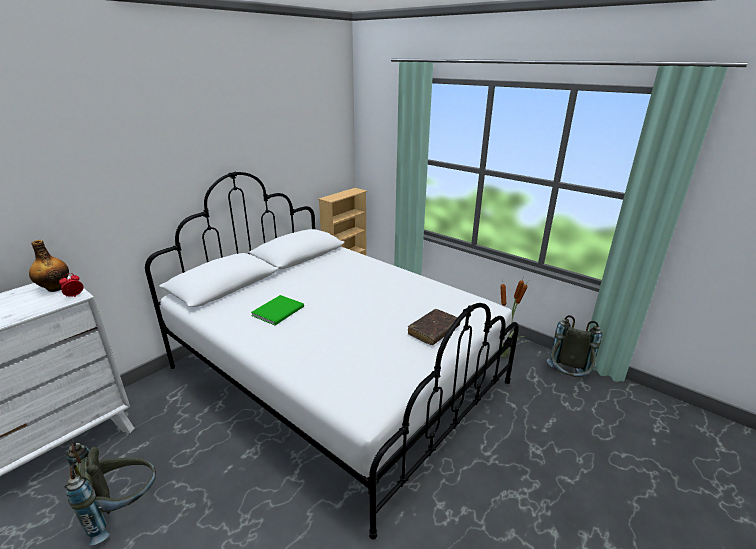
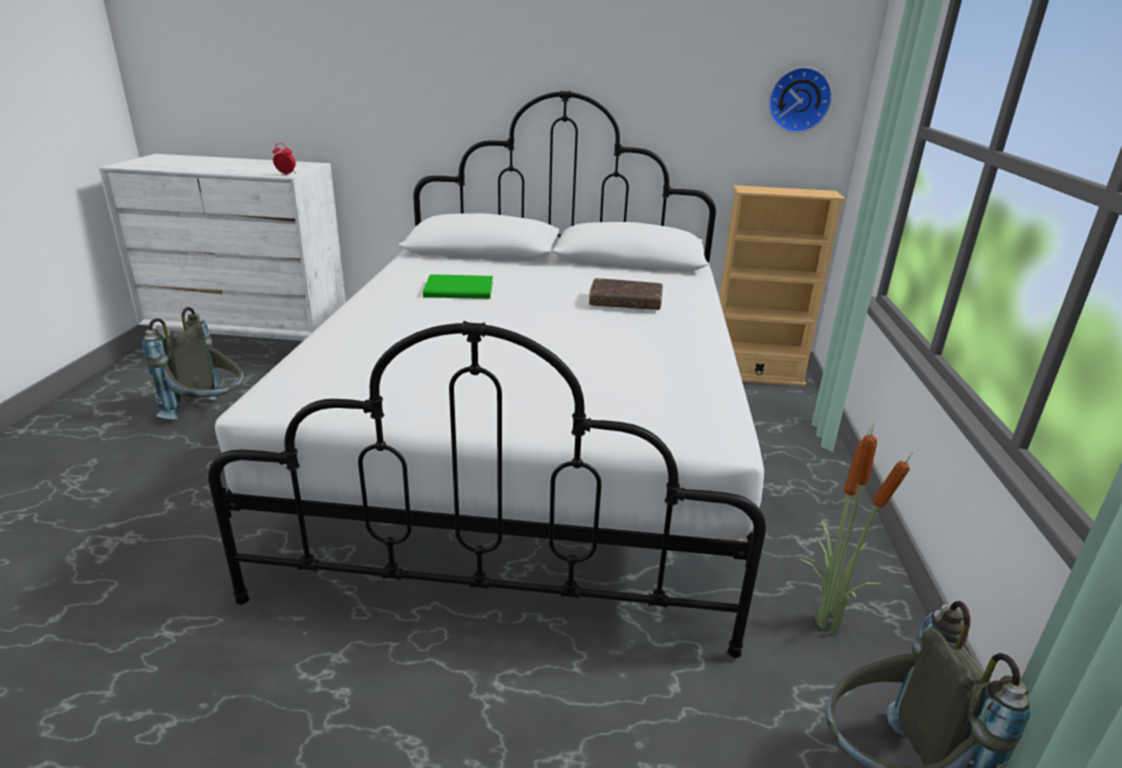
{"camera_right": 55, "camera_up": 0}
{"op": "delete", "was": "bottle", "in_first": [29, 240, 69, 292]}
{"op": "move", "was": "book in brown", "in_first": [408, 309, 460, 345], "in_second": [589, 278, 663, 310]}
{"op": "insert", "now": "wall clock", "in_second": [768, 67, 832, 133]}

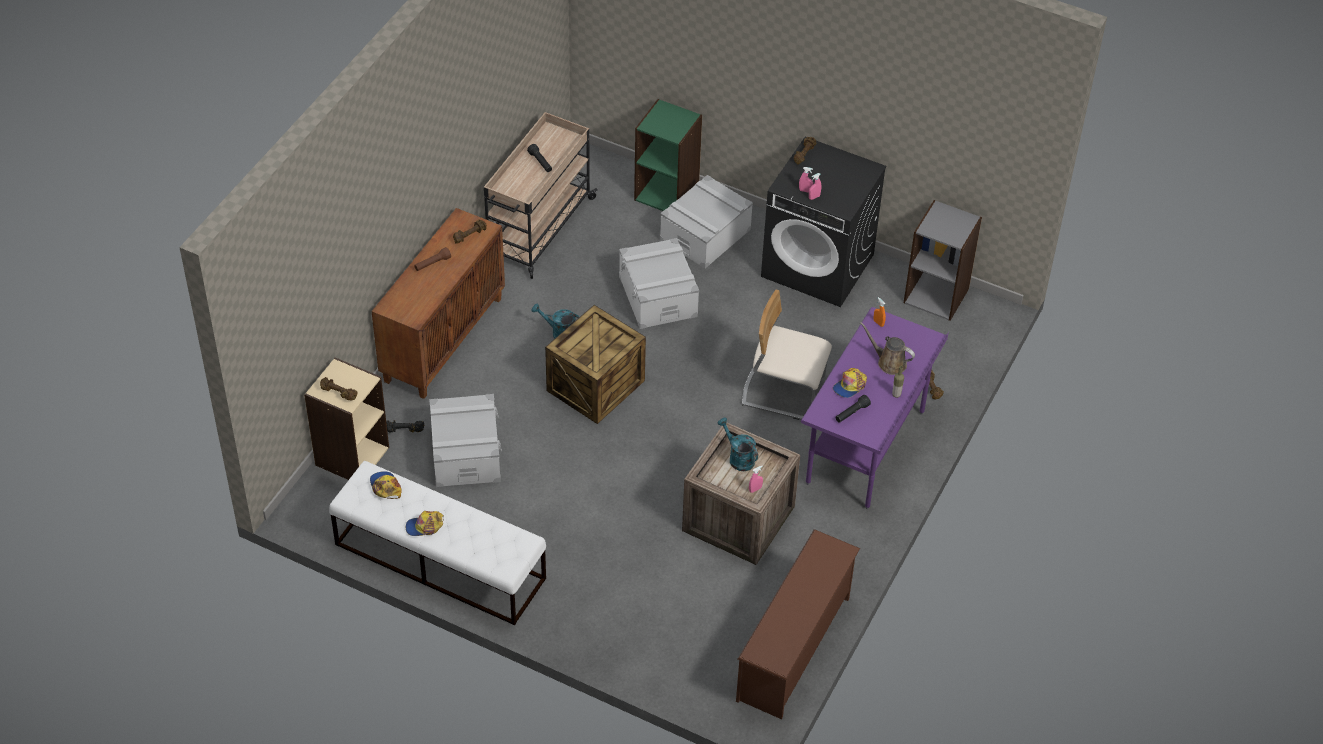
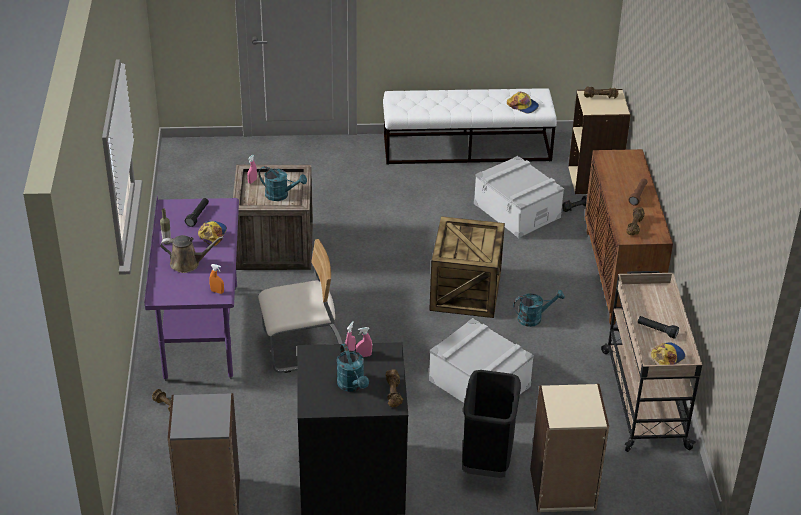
{"camera_right": 150, "camera_up": -10}
{"op": "recolor", "was": "bookcase in green", "now": "bookcase in beige", "in_first": [634, 99, 702, 211], "in_second": [530, 384, 609, 512]}
{"op": "replace", "was": "storage box in grey", "now": "trash can in black", "in_first": [660, 175, 753, 269], "in_second": [462, 370, 521, 478]}
{"op": "move", "was": "cap", "in_first": [406, 511, 444, 536], "in_second": [651, 342, 685, 365]}
{"op": "delete", "was": "shoe rack in brown", "in_first": [736, 529, 860, 719]}
{"op": "insert", "now": "watering can in turquoise", "in_second": [337, 343, 369, 392]}

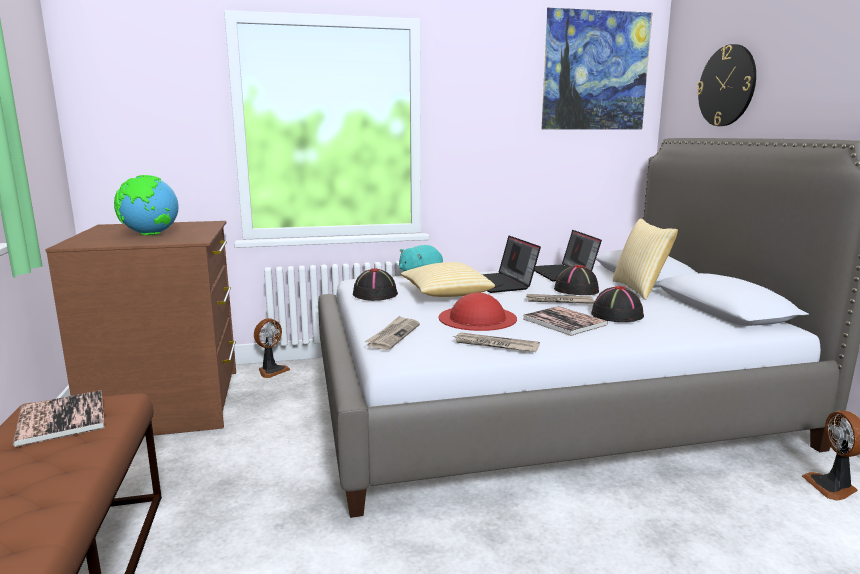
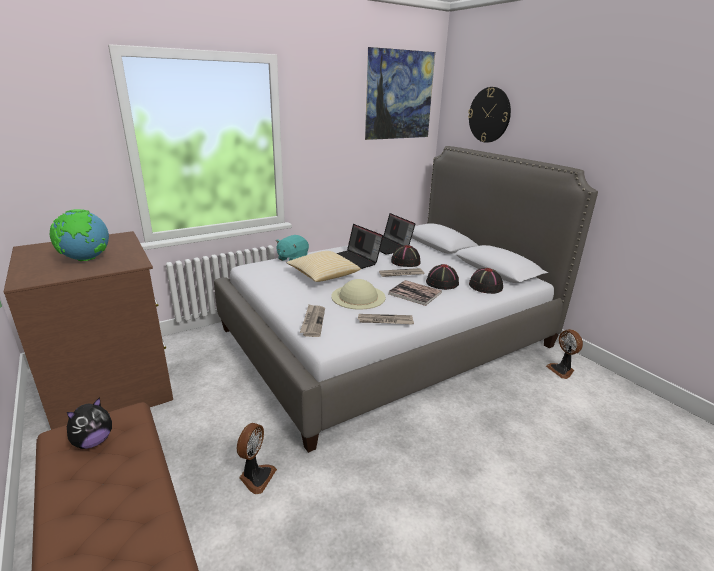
{"camera_right": -20, "camera_up": 10}
{"op": "delete", "was": "pillow", "in_first": [613, 218, 678, 300]}
{"op": "move", "was": "hat in black", "in_first": [353, 268, 398, 301], "in_second": [469, 268, 503, 294]}
{"op": "recolor", "was": "hat in red", "now": "hat in beige", "in_first": [439, 292, 517, 331], "in_second": [331, 279, 386, 310]}
{"op": "move", "was": "fan", "in_first": [254, 318, 290, 378], "in_second": [237, 423, 277, 494]}
{"op": "replace", "was": "book", "now": "plush toy", "in_first": [13, 390, 105, 447], "in_second": [67, 397, 112, 449]}

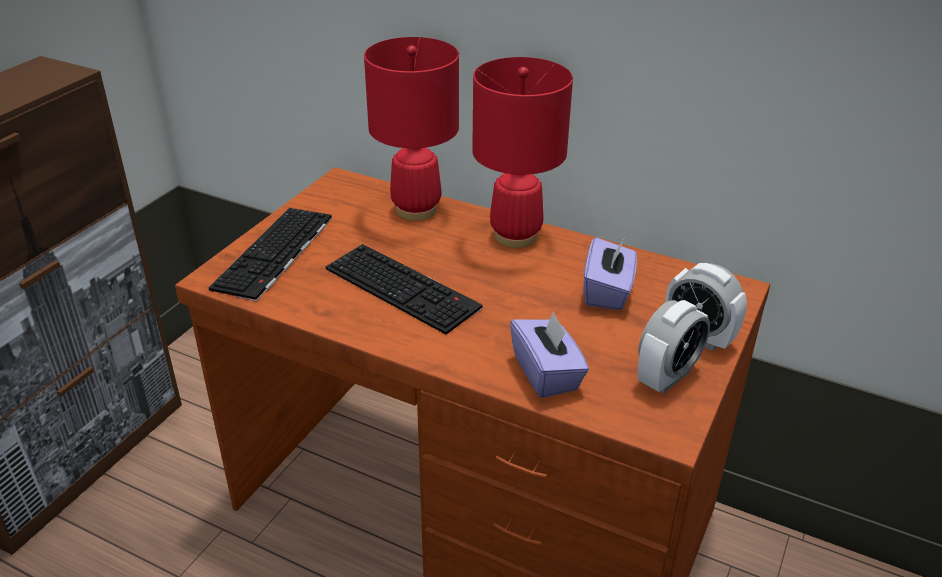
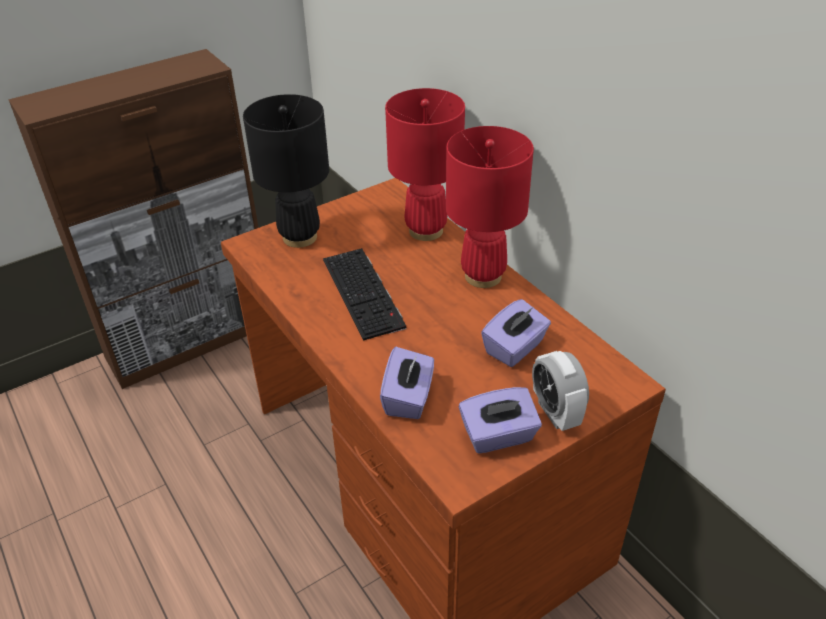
{"camera_right": 30, "camera_up": 5}
{"op": "replace", "was": "keyboard", "now": "table lamp in black", "in_first": [209, 208, 332, 301], "in_second": [243, 94, 329, 248]}
{"op": "replace", "was": "alarm clock", "now": "tissue box in purple", "in_first": [638, 300, 710, 394], "in_second": [459, 387, 542, 454]}

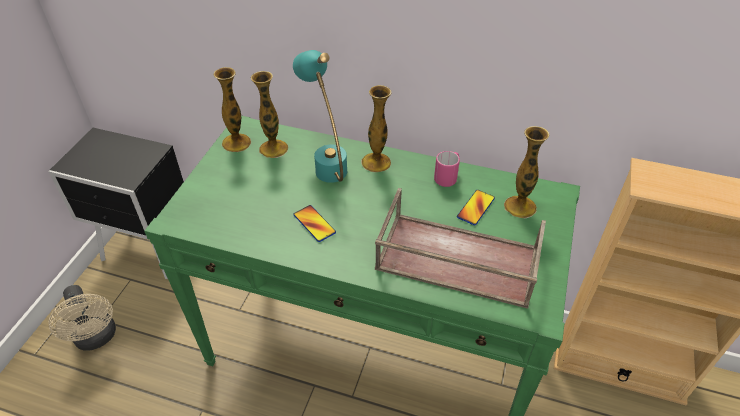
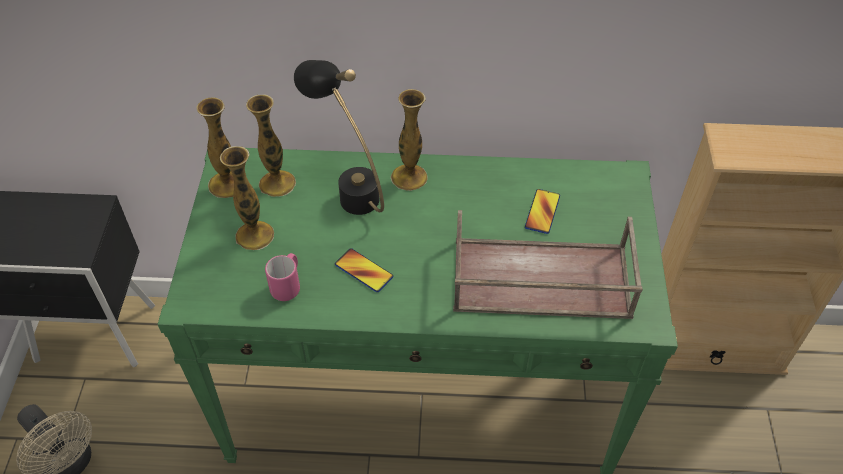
{"camera_right": -15, "camera_up": 5}
{"op": "recolor", "was": "table lamp in turquoise", "now": "table lamp in black", "in_first": [293, 50, 347, 183], "in_second": [294, 60, 384, 215]}
{"op": "move", "was": "vase", "in_first": [504, 126, 550, 218], "in_second": [220, 146, 274, 250]}
{"op": "move", "was": "mug in pink", "in_first": [434, 151, 460, 187], "in_second": [265, 253, 300, 301]}

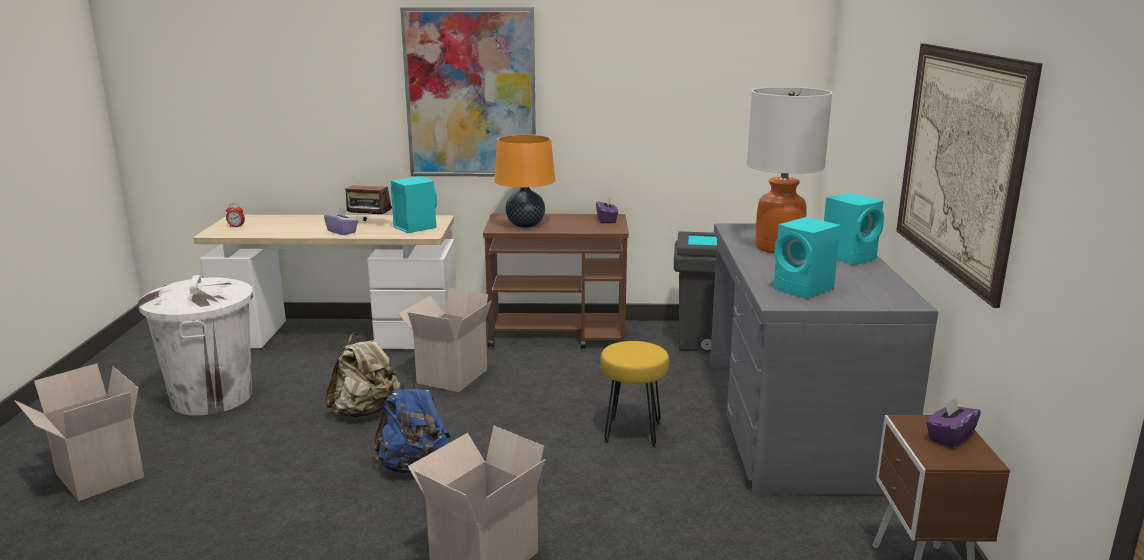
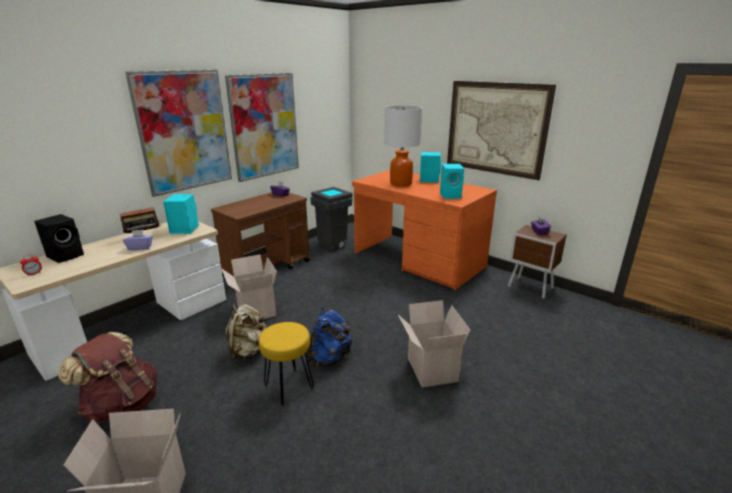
{"camera_right": -50, "camera_up": 5}
{"op": "delete", "was": "table lamp in orange", "in_first": [494, 134, 555, 228]}
{"op": "recolor", "was": "desk in grey", "now": "desk in orange", "in_first": [710, 223, 938, 495], "in_second": [352, 170, 497, 290]}
{"op": "replace", "was": "trash can in white", "now": "backpack in brown", "in_first": [138, 275, 253, 416], "in_second": [58, 332, 157, 424]}
{"op": "move", "was": "stool in yellow", "in_first": [600, 341, 669, 448], "in_second": [259, 322, 314, 405]}
{"op": "insert", "now": "picture", "in_second": [225, 73, 299, 182]}
{"op": "insert", "now": "speaker in black", "in_second": [34, 214, 84, 263]}

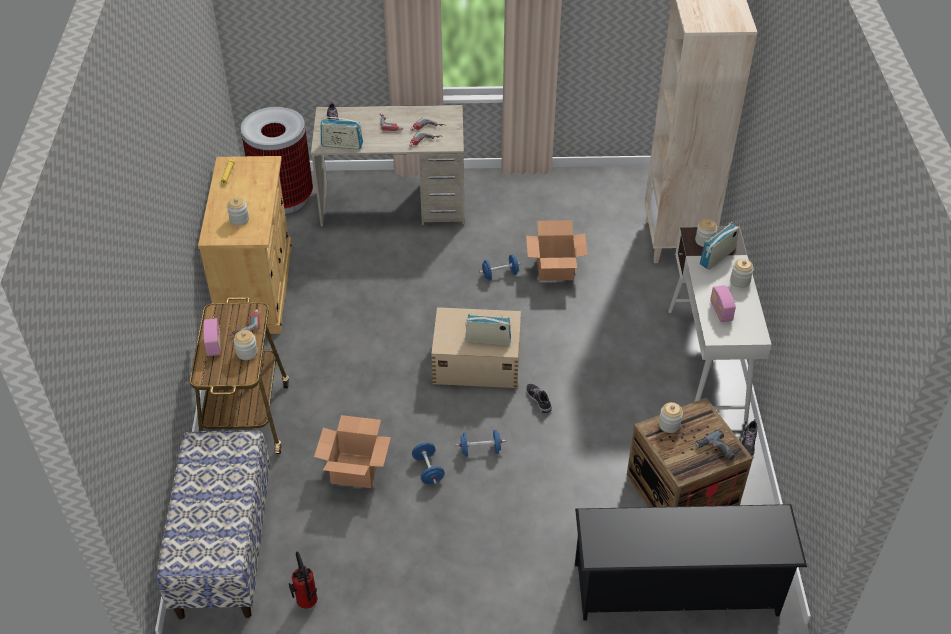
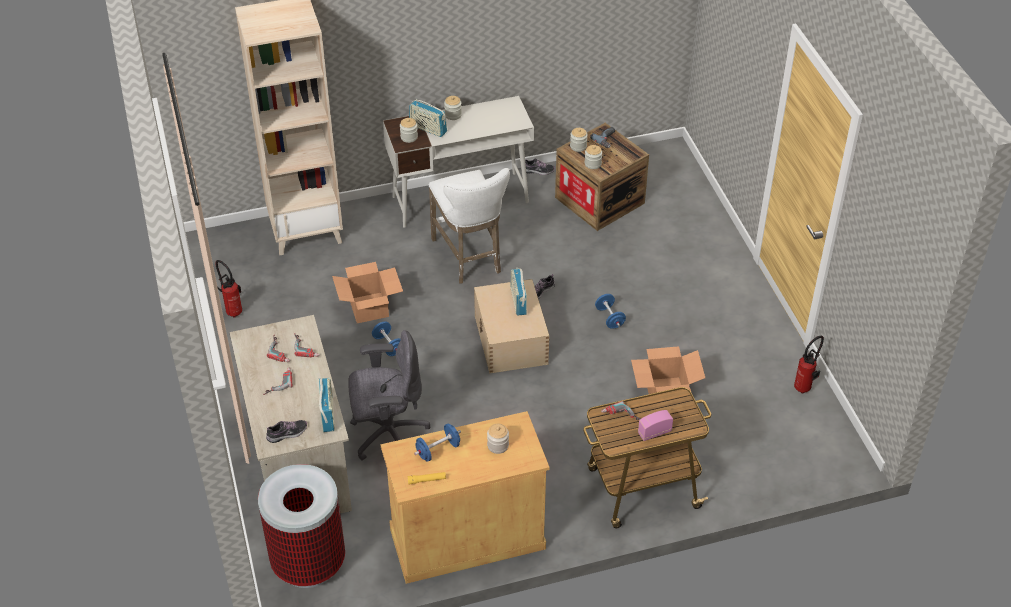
{"camera_right": -105, "camera_up": 0}
{"op": "delete", "was": "radio", "in_first": [710, 285, 736, 322]}
{"op": "move", "was": "jar", "in_first": [234, 330, 258, 360], "in_second": [570, 128, 588, 152]}
{"op": "delete", "was": "bench", "in_first": [157, 430, 270, 619]}
{"op": "move", "was": "dumbbell in blue", "in_first": [412, 442, 445, 484], "in_second": [414, 424, 461, 462]}
{"op": "delete", "was": "shoe rack in black", "in_first": [575, 504, 807, 621]}
{"op": "insert", "now": "stool in white", "in_second": [429, 168, 510, 283]}
{"op": "insert", "now": "fire extinguisher", "in_second": [216, 260, 242, 318]}
{"op": "insert", "now": "office chair in grey", "in_second": [348, 330, 431, 461]}

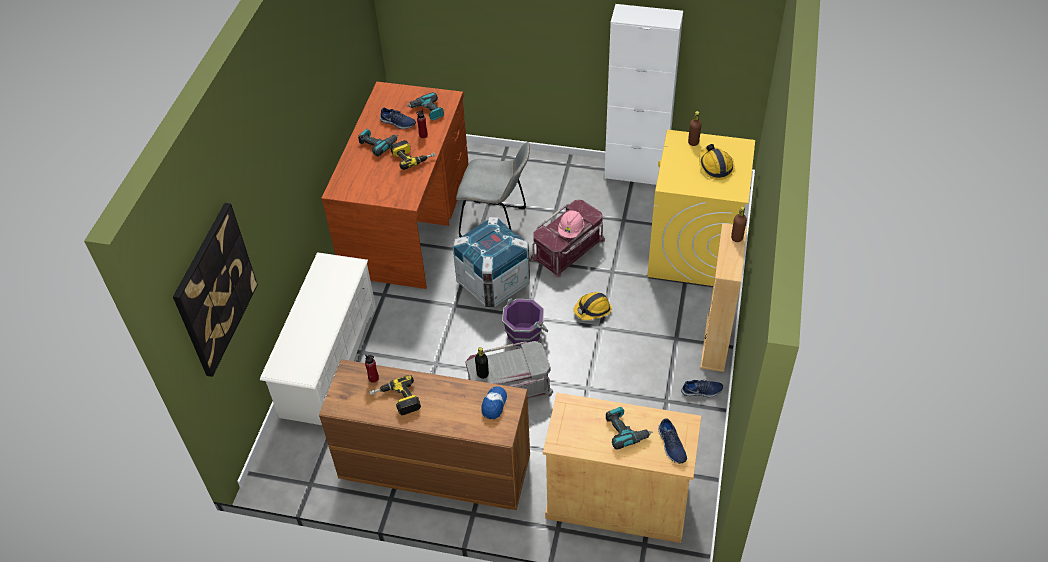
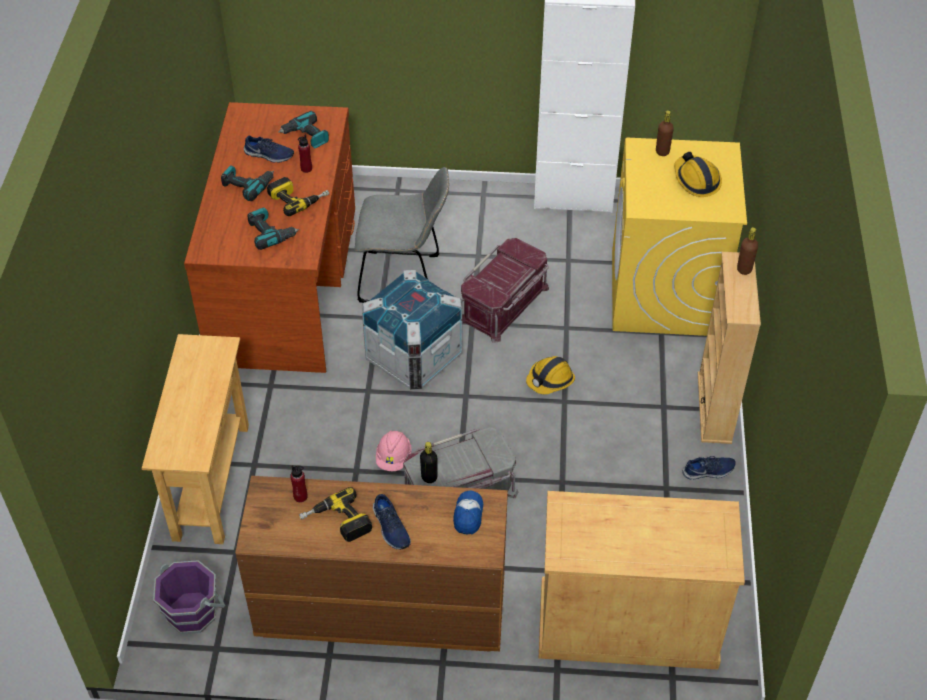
{"camera_right": -10, "camera_up": 0}
{"op": "delete", "was": "picture", "in_first": [173, 203, 258, 377]}
{"op": "move", "was": "hard hat in pink", "in_first": [558, 210, 584, 238], "in_second": [376, 431, 412, 471]}
{"op": "replace", "was": "shoe rack in white", "now": "console table in beige", "in_first": [260, 252, 376, 425], "in_second": [142, 334, 249, 544]}
{"op": "move", "was": "bucket in purple", "in_first": [502, 299, 549, 348], "in_second": [153, 560, 225, 634]}
{"op": "move", "was": "power drill", "in_first": [606, 407, 652, 450], "in_second": [247, 208, 299, 250]}
{"op": "move", "was": "shoe in blue", "in_first": [658, 419, 687, 464], "in_second": [373, 494, 411, 550]}

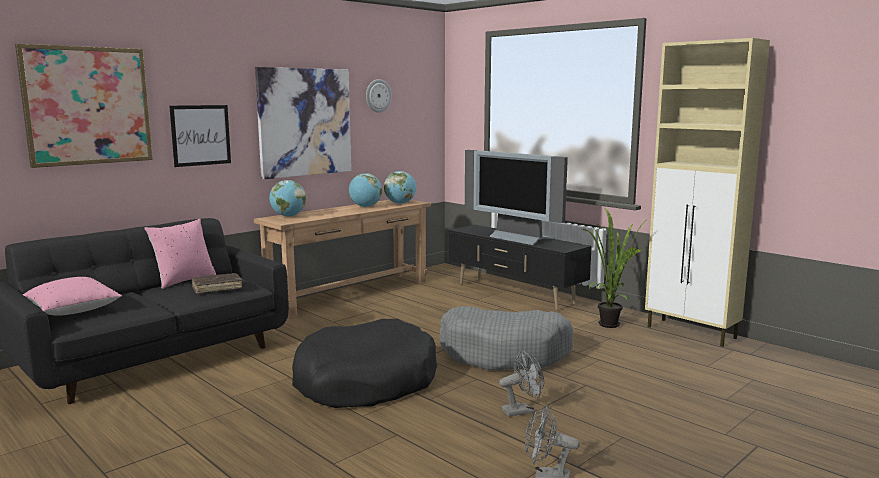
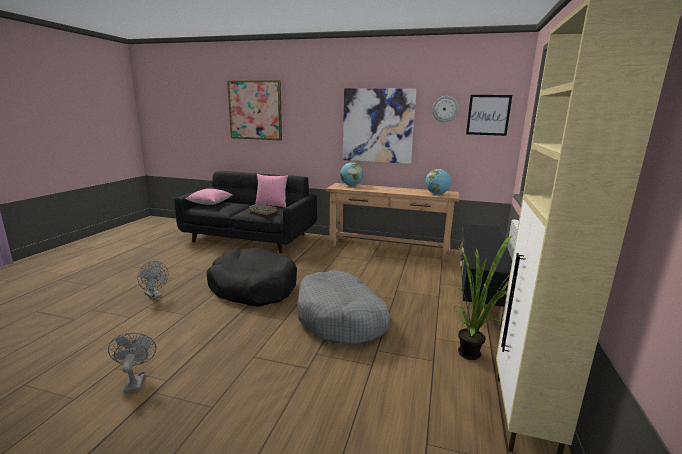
{"camera_right": 60, "camera_up": 5}
{"op": "move", "was": "picture", "in_first": [169, 105, 231, 167], "in_second": [466, 95, 512, 136]}
{"op": "delete", "was": "television", "in_first": [465, 150, 568, 245]}
{"op": "delete", "was": "globe", "in_first": [349, 173, 382, 207]}
{"op": "move", "was": "fan in grey", "in_first": [499, 351, 544, 417], "in_second": [137, 261, 168, 299]}

